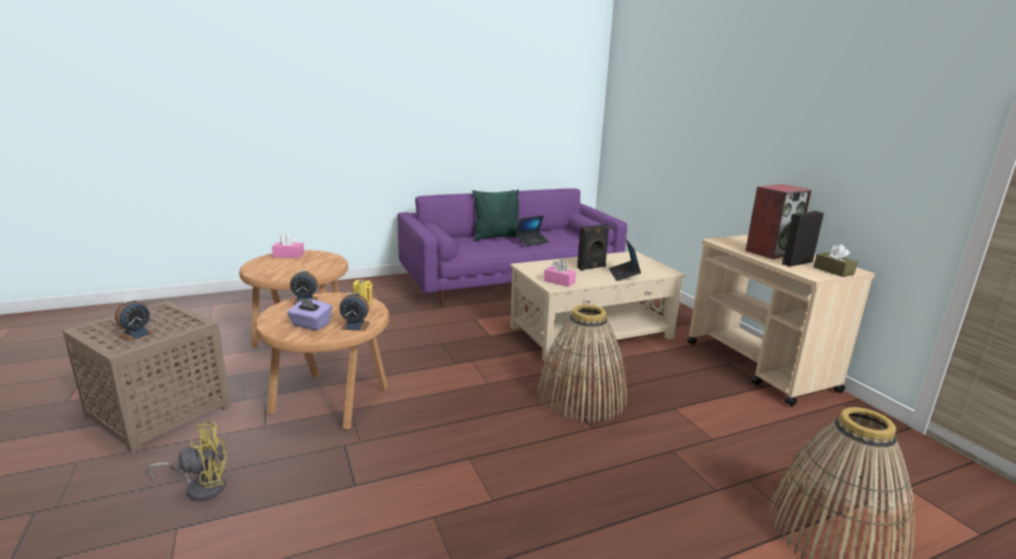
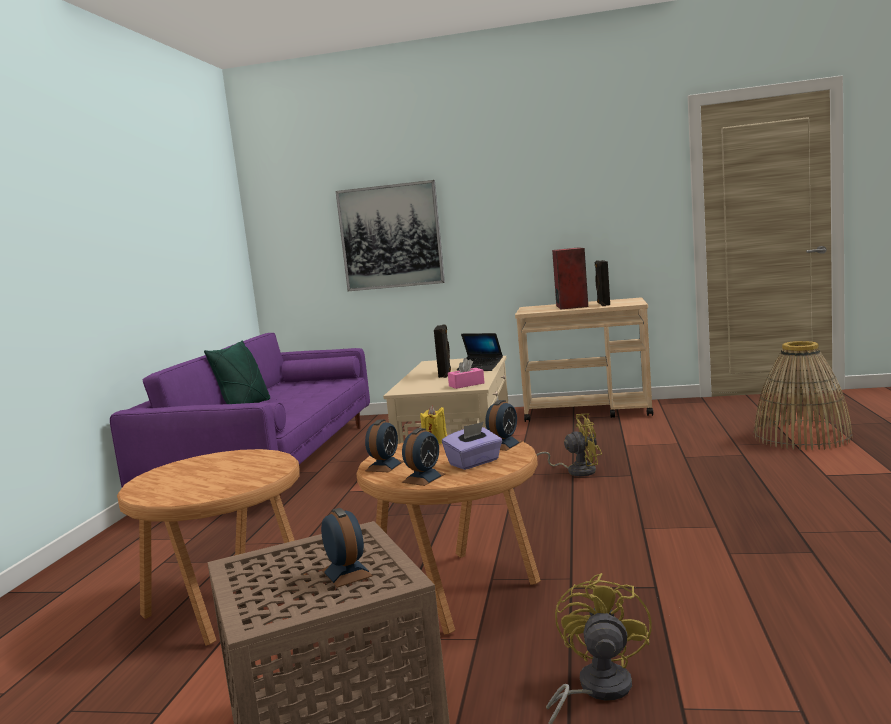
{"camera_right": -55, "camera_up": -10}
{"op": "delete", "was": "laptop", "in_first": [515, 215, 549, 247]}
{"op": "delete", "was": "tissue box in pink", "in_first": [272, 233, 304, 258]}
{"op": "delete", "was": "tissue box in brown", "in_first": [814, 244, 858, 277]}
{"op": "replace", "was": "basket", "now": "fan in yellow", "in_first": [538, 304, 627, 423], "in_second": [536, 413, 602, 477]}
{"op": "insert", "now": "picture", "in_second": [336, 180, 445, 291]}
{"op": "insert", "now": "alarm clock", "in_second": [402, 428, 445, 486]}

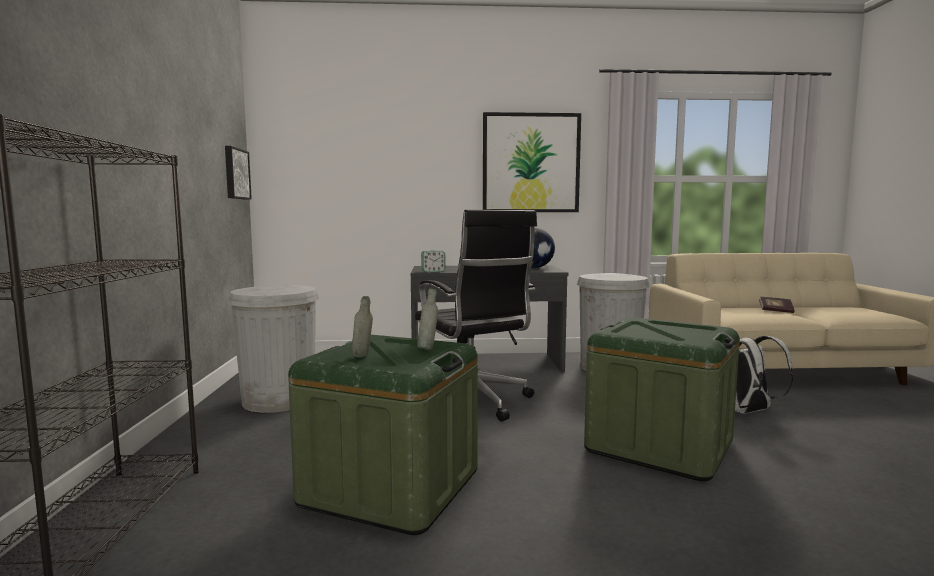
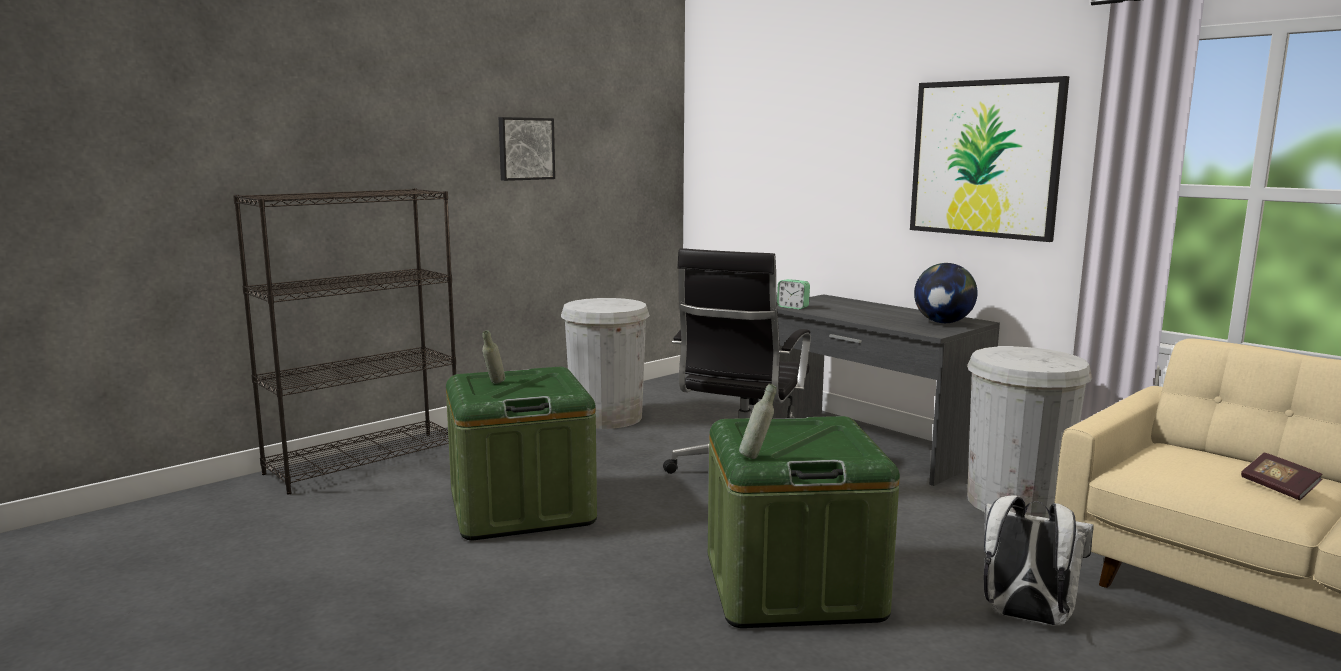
{"camera_right": 50, "camera_up": 5}
{"op": "move", "was": "picture", "in_first": [225, 146, 252, 200], "in_second": [499, 117, 555, 181]}
{"op": "move", "was": "bottle in grey", "in_first": [417, 289, 438, 350], "in_second": [739, 384, 777, 459]}

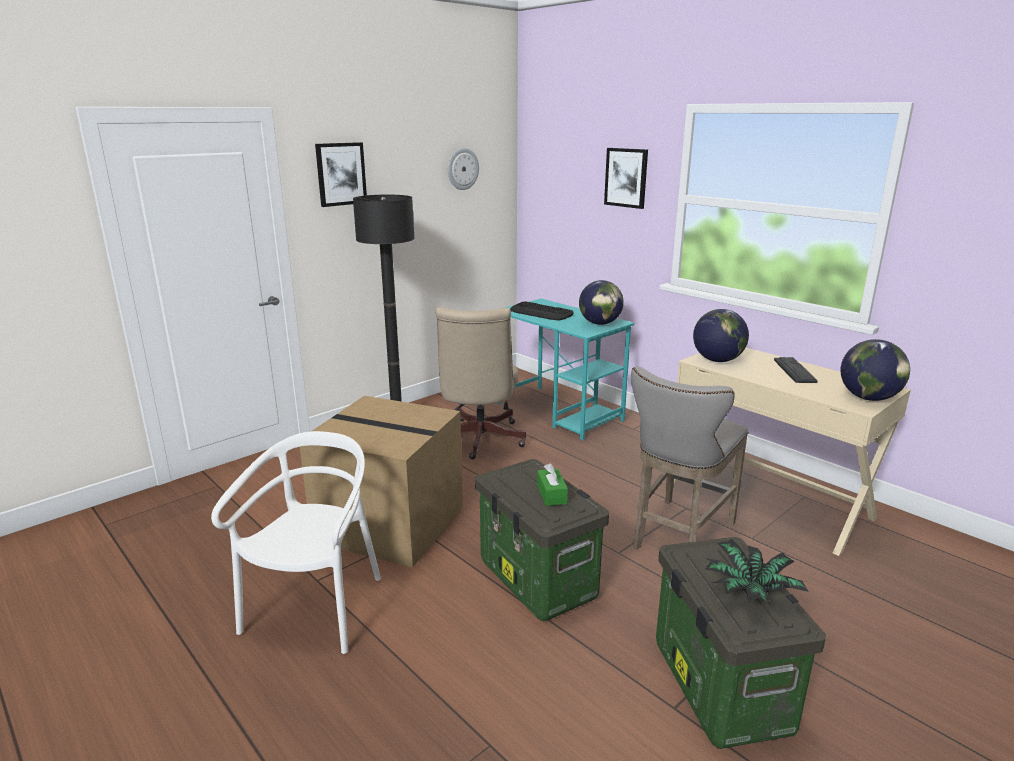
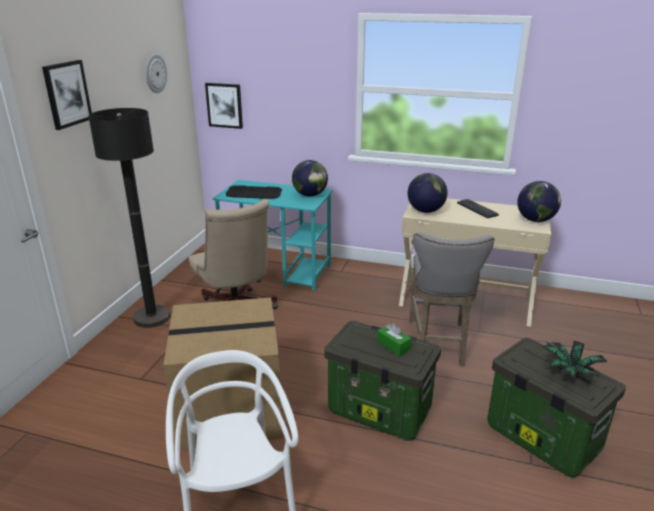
{"camera_right": -30, "camera_up": 5}
{"op": "move", "was": "picture", "in_first": [604, 148, 648, 209], "in_second": [205, 83, 243, 129]}

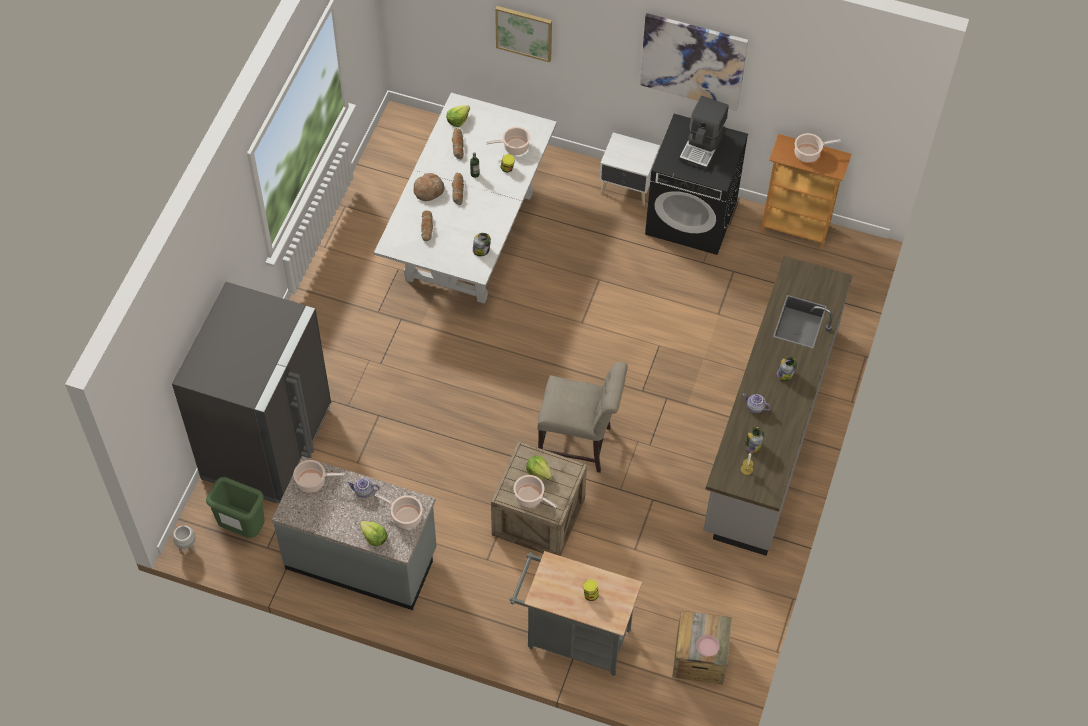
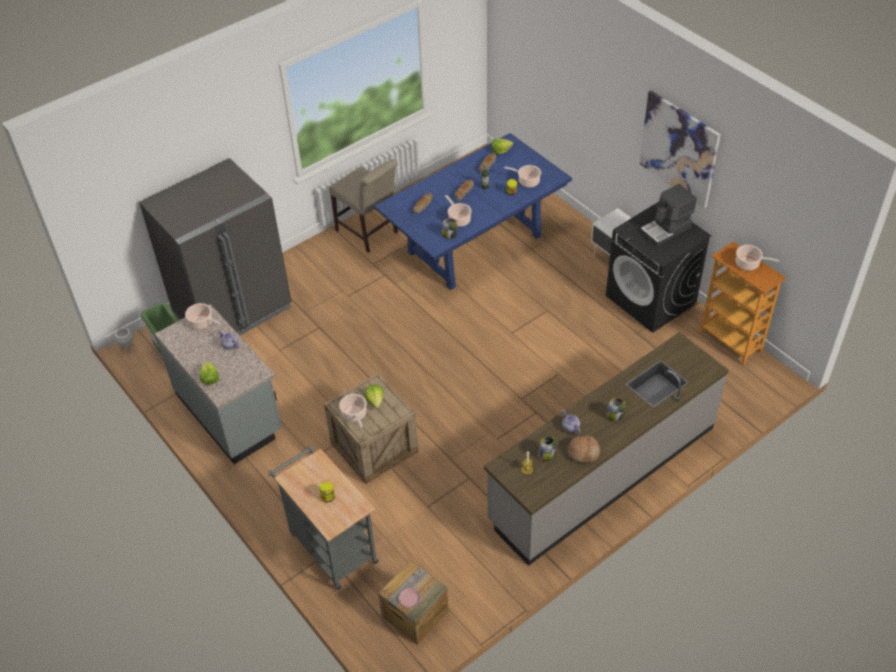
{"camera_right": 35, "camera_up": -10}
{"op": "delete", "was": "picture", "in_first": [495, 6, 552, 63]}
{"op": "recolor", "was": "dining table in white", "now": "dining table in blue", "in_first": [374, 92, 557, 304], "in_second": [374, 133, 572, 290]}
{"op": "move", "was": "bread", "in_first": [413, 173, 444, 201], "in_second": [567, 436, 600, 463]}
{"op": "move", "was": "chair in beige", "in_first": [537, 362, 628, 473], "in_second": [329, 159, 398, 253]}
{"op": "move", "was": "cooking pot", "in_first": [375, 493, 423, 529], "in_second": [445, 195, 472, 227]}

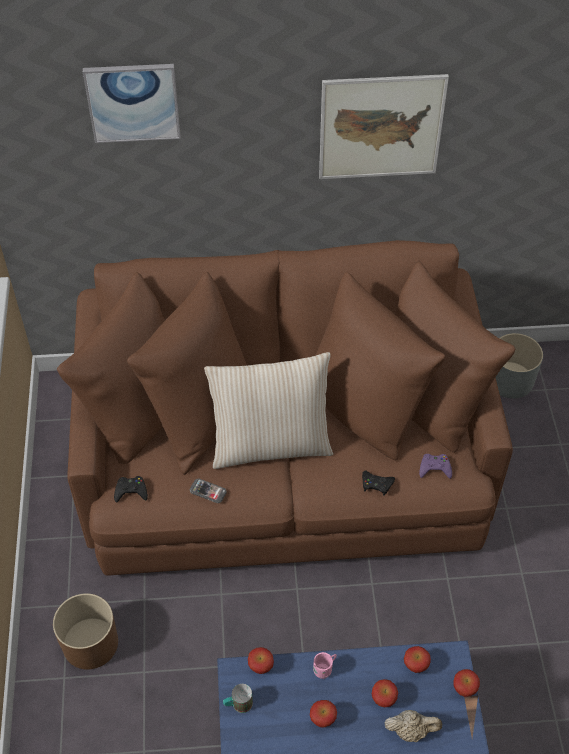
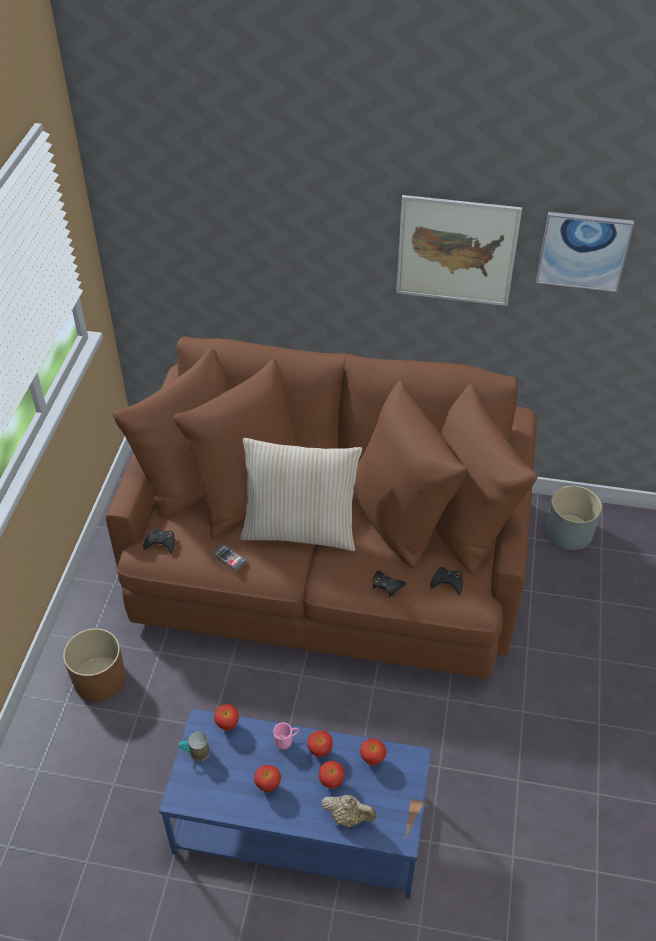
{"camera_right": 15, "camera_up": -5}
{"op": "move", "was": "picture", "in_first": [83, 64, 181, 143], "in_second": [536, 212, 634, 292]}
{"op": "recolor", "was": "game controller in purple", "now": "game controller in black", "in_first": [419, 454, 452, 479], "in_second": [430, 567, 463, 595]}
{"op": "move", "was": "apple", "in_first": [453, 669, 480, 697], "in_second": [307, 731, 333, 757]}

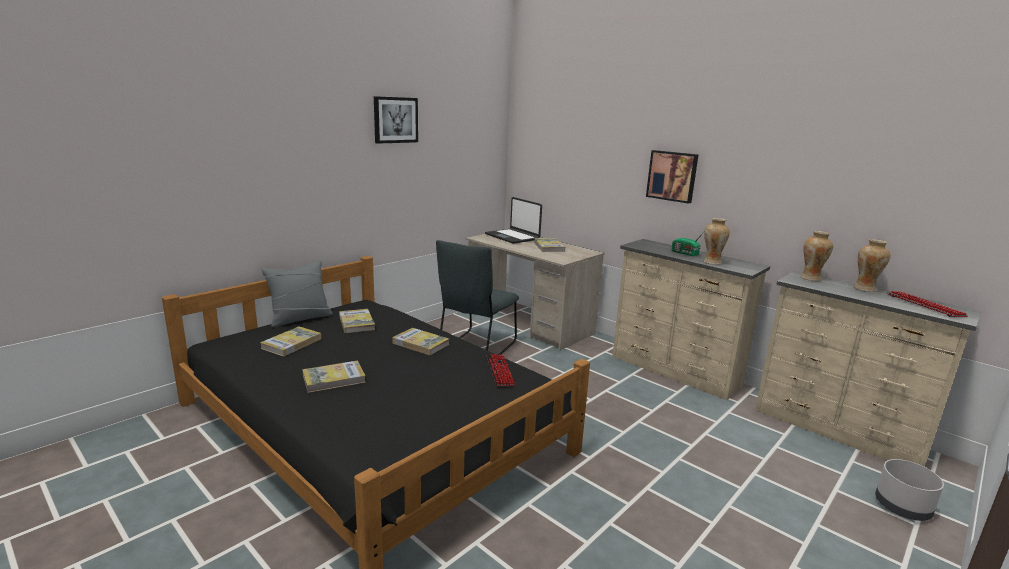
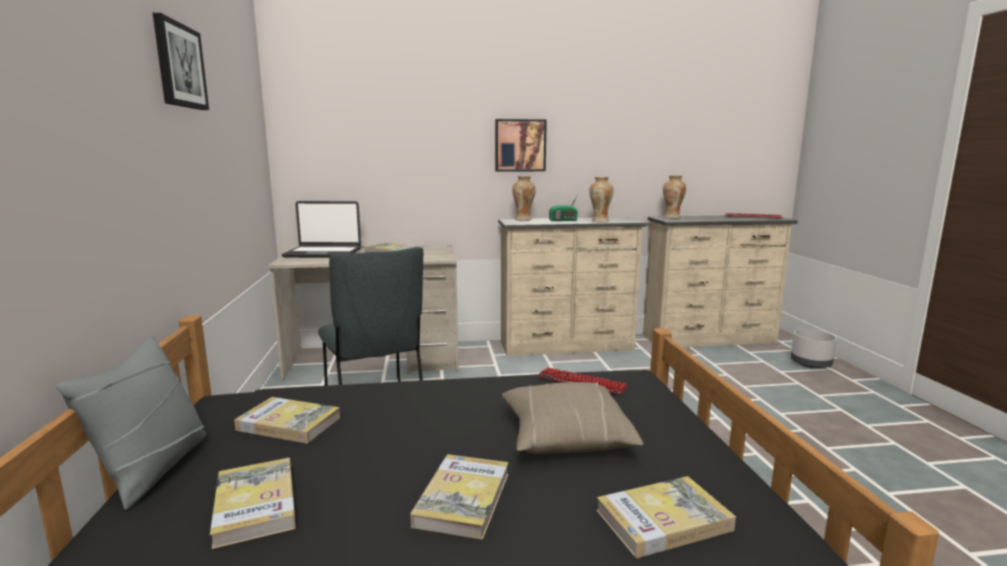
{"camera_right": -50, "camera_up": -5}
{"op": "move", "was": "vase", "in_first": [854, 239, 891, 292], "in_second": [512, 176, 536, 221]}
{"op": "move", "was": "book", "in_first": [392, 328, 449, 356], "in_second": [596, 476, 736, 558]}
{"op": "insert", "now": "pillow in beige", "in_second": [502, 382, 643, 454]}

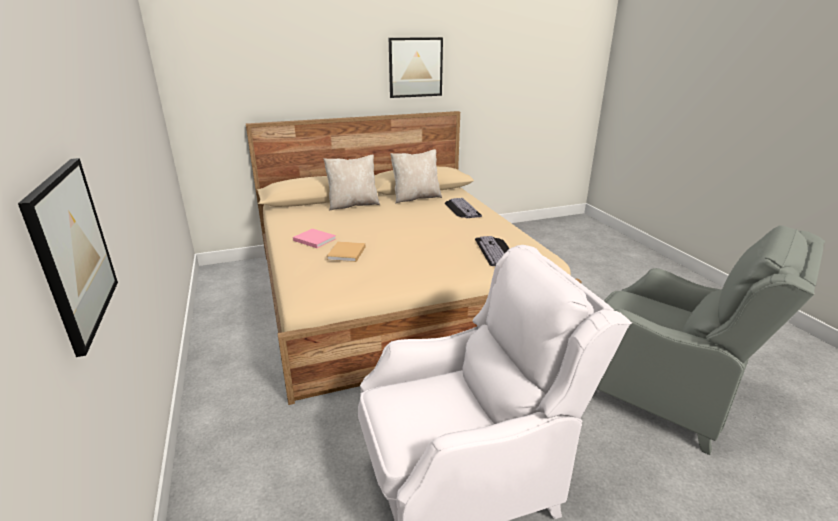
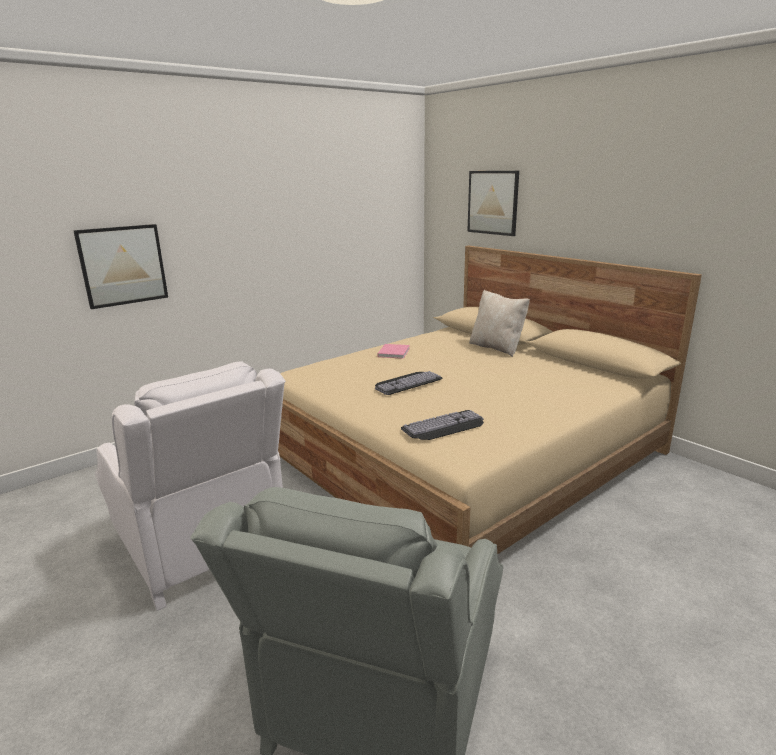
{"camera_right": 70, "camera_up": -5}
{"op": "move", "was": "picture", "in_first": [389, 37, 443, 98], "in_second": [467, 171, 519, 236]}
{"op": "delete", "was": "pillow in beige", "in_first": [390, 149, 442, 203]}
{"op": "move", "was": "keyboard", "in_first": [445, 198, 482, 218], "in_second": [375, 371, 443, 395]}
{"op": "delete", "was": "book in beige", "in_first": [327, 241, 365, 262]}

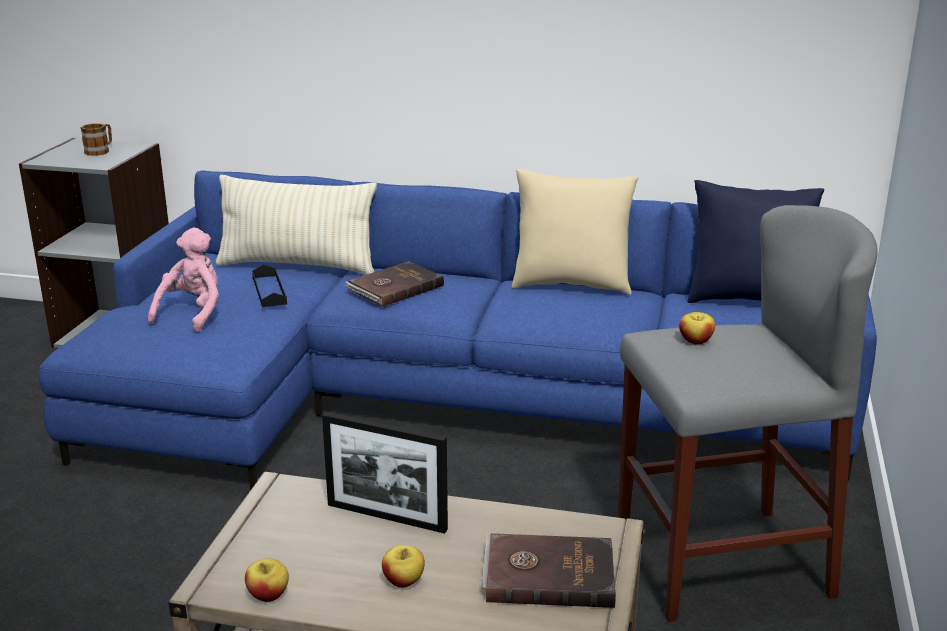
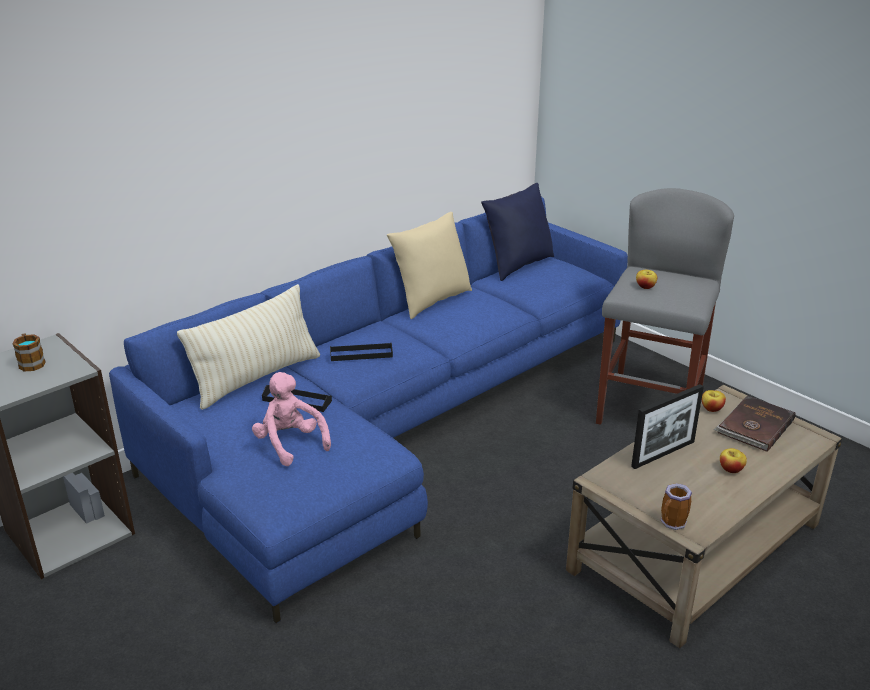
{"camera_right": -55, "camera_up": 5}
{"op": "replace", "was": "book in brown", "now": "tray in black", "in_first": [345, 261, 444, 307], "in_second": [330, 342, 393, 361]}
{"op": "move", "was": "apple", "in_first": [245, 558, 289, 602], "in_second": [702, 390, 726, 412]}
{"op": "insert", "now": "mug", "in_second": [661, 483, 692, 530]}

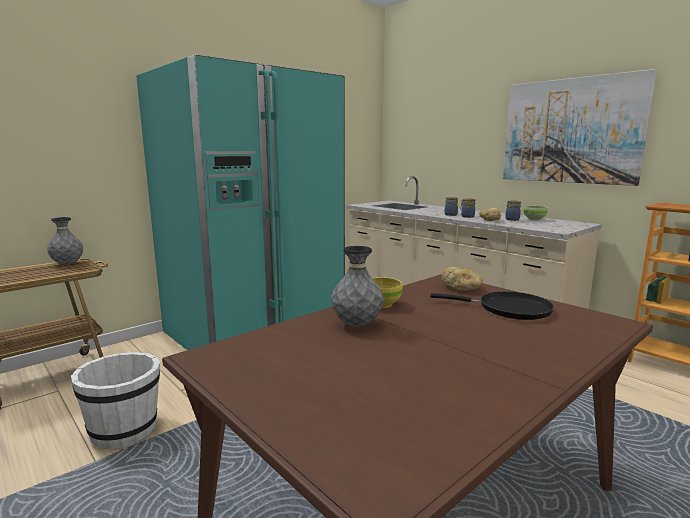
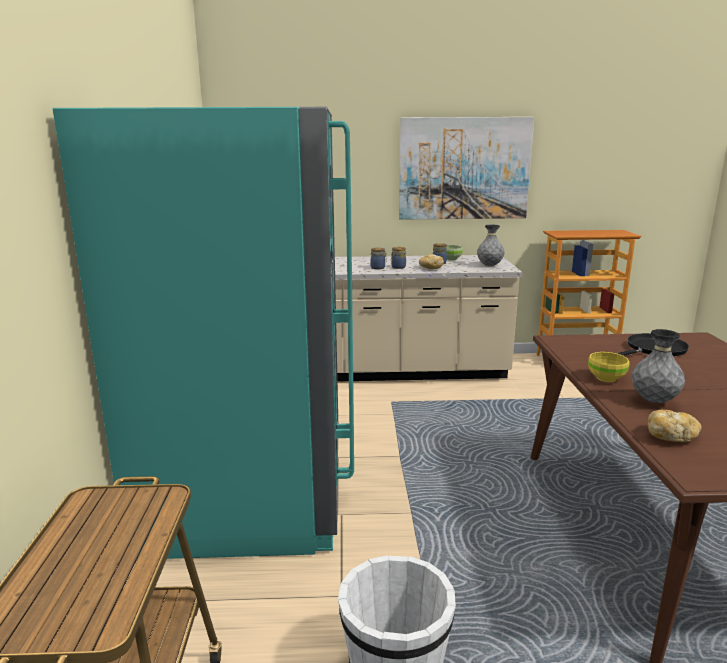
{"camera_right": -50, "camera_up": 5}
{"op": "move", "was": "vase in grey", "in_first": [47, 217, 83, 265], "in_second": [477, 225, 504, 266]}
{"op": "move", "was": "bread", "in_first": [441, 267, 483, 291], "in_second": [648, 410, 701, 442]}

